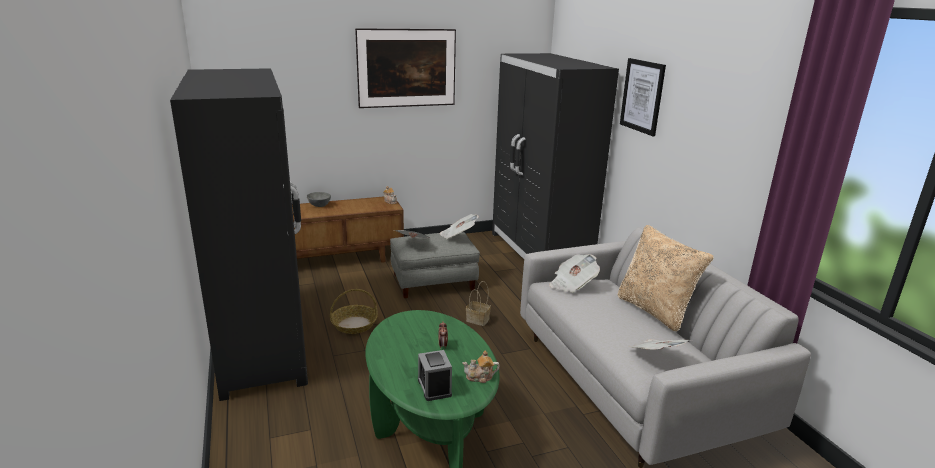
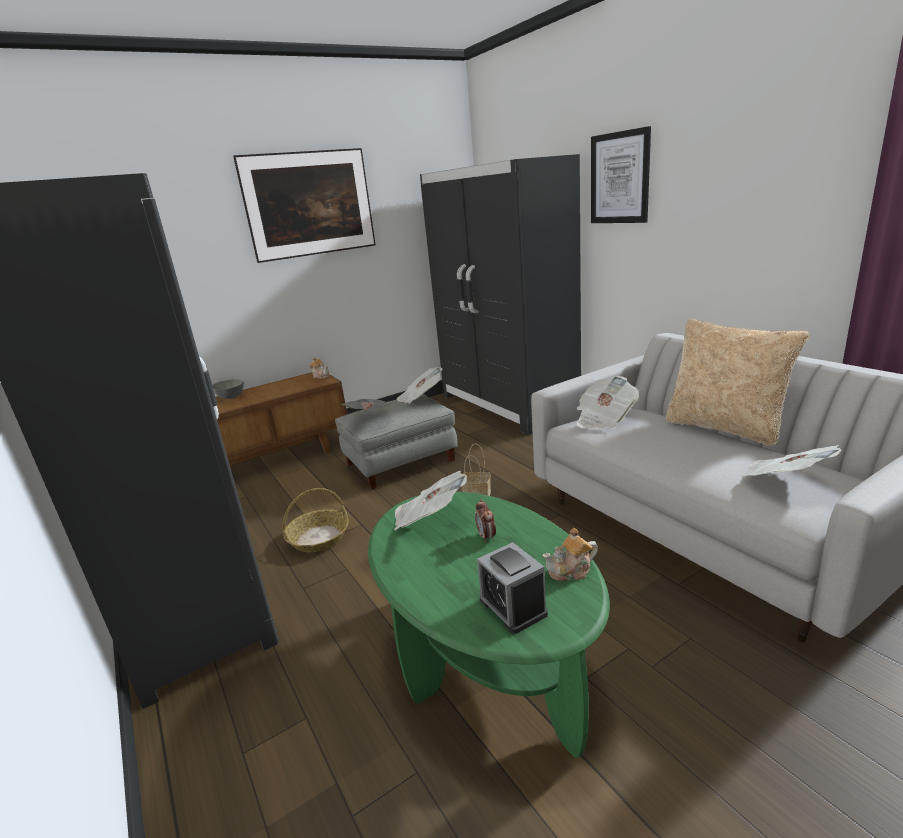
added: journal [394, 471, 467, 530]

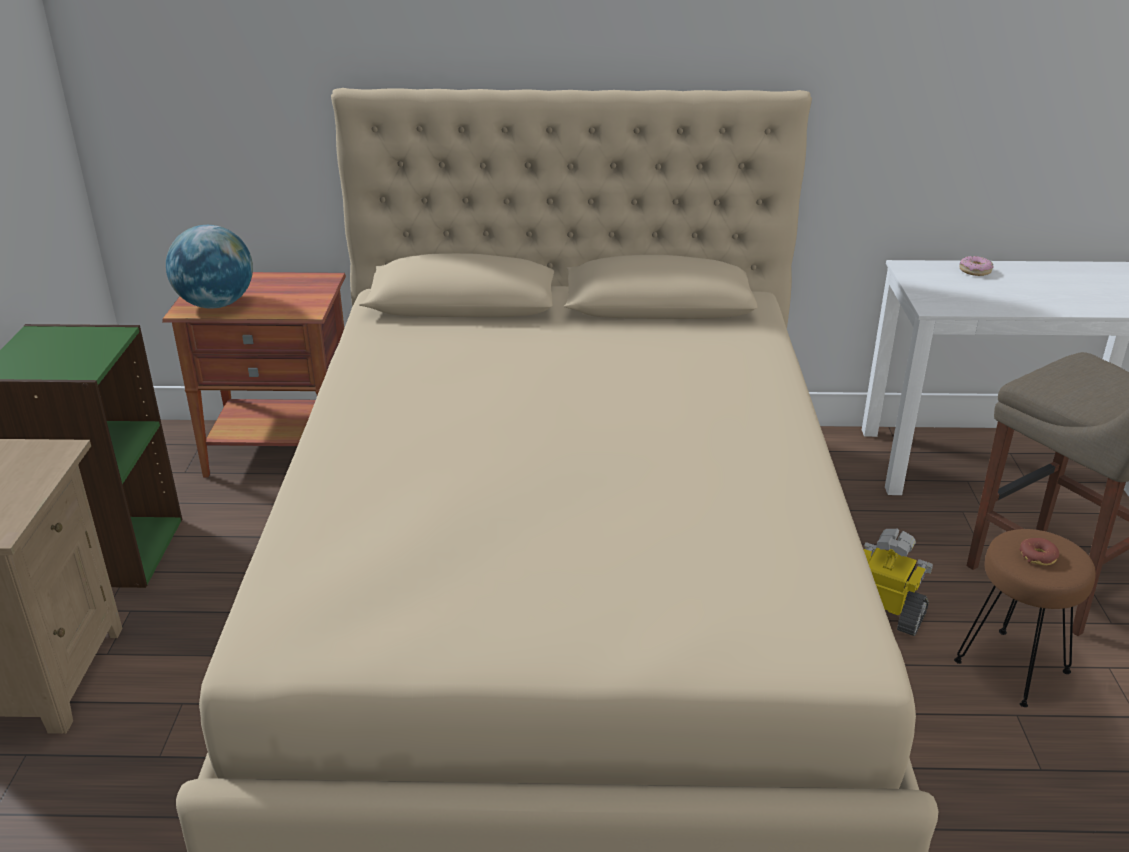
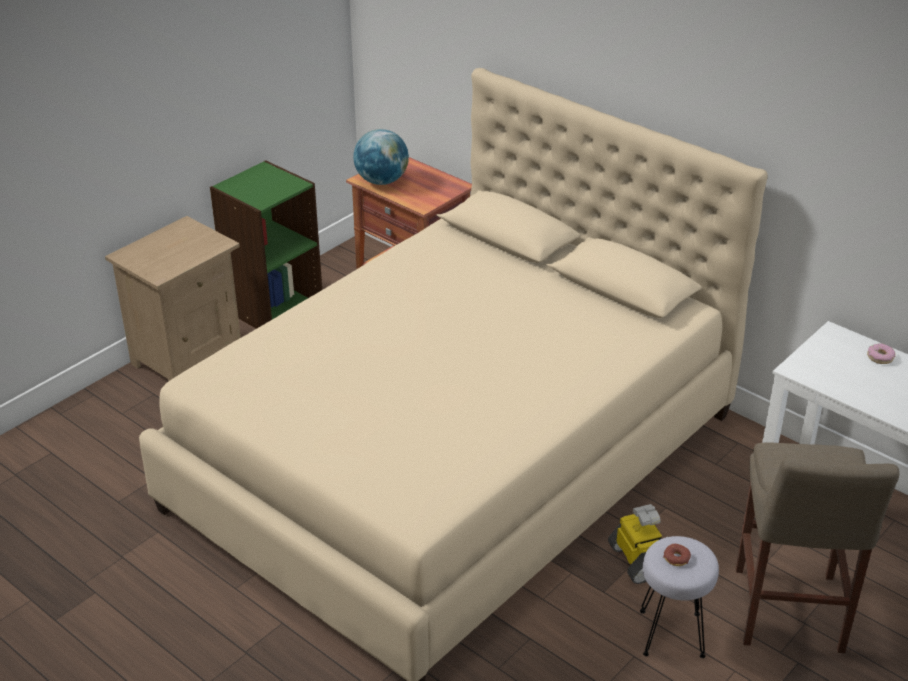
recoloured: tabouret/marron [954, 529, 1096, 707] to tabouret/gris [640, 536, 719, 658]

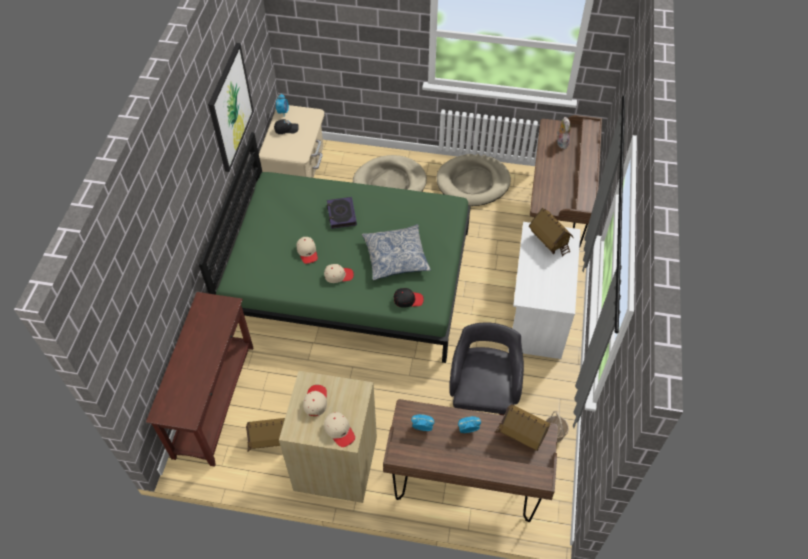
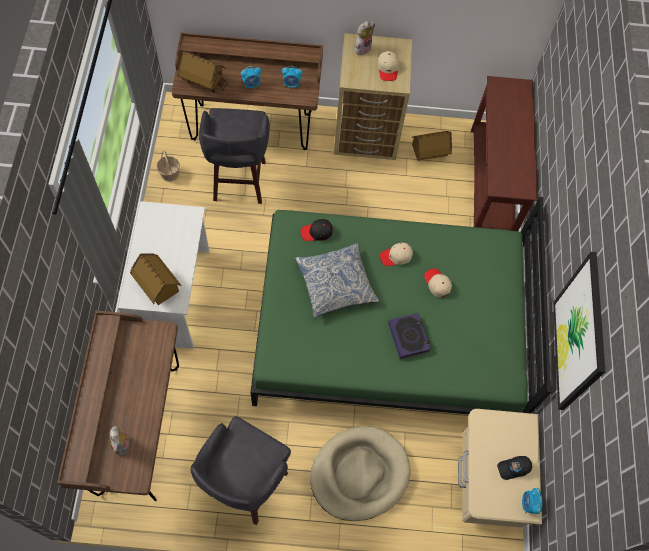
replaced: casquette/beige [324, 412, 355, 447] to peluche [354, 21, 375, 55]; panier pour chien/beige [437, 154, 511, 206] to tabouret/gris [191, 416, 291, 525]

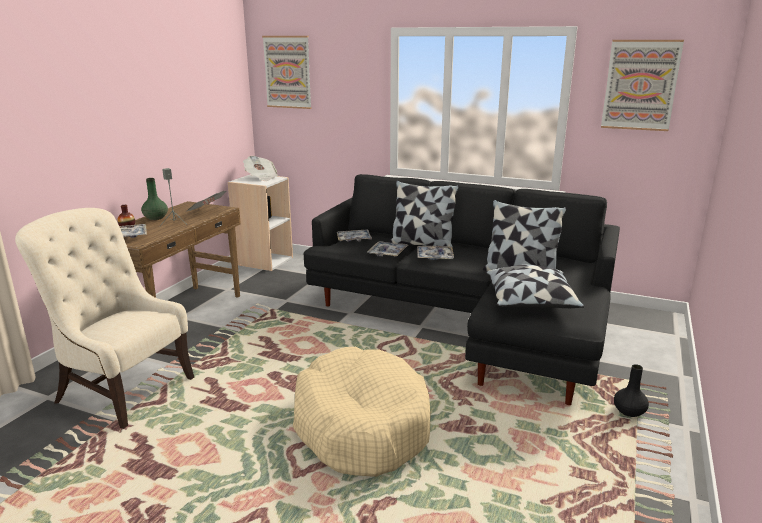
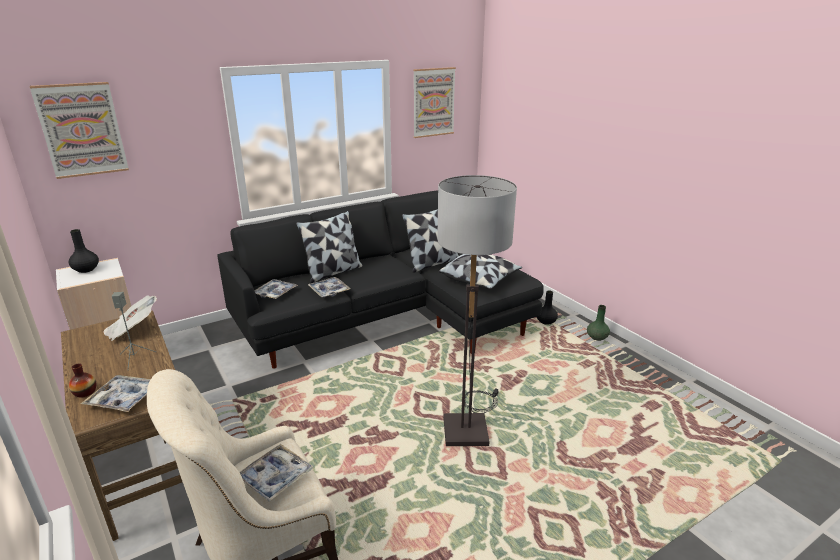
moved: vase/vert [141, 178, 168, 220] to [587, 305, 610, 341]; plateau [417, 246, 454, 260] to [239, 444, 313, 502]
replaced: journal [243, 156, 278, 181] to vase/noir [69, 229, 99, 273]; panier pour chien/beige [293, 347, 431, 477] to lampadaire [437, 175, 517, 446]

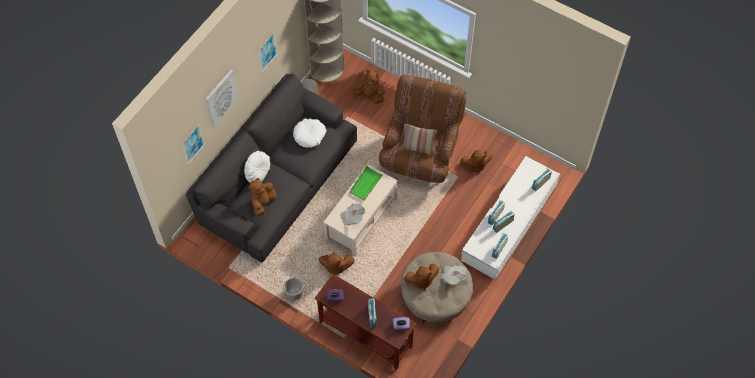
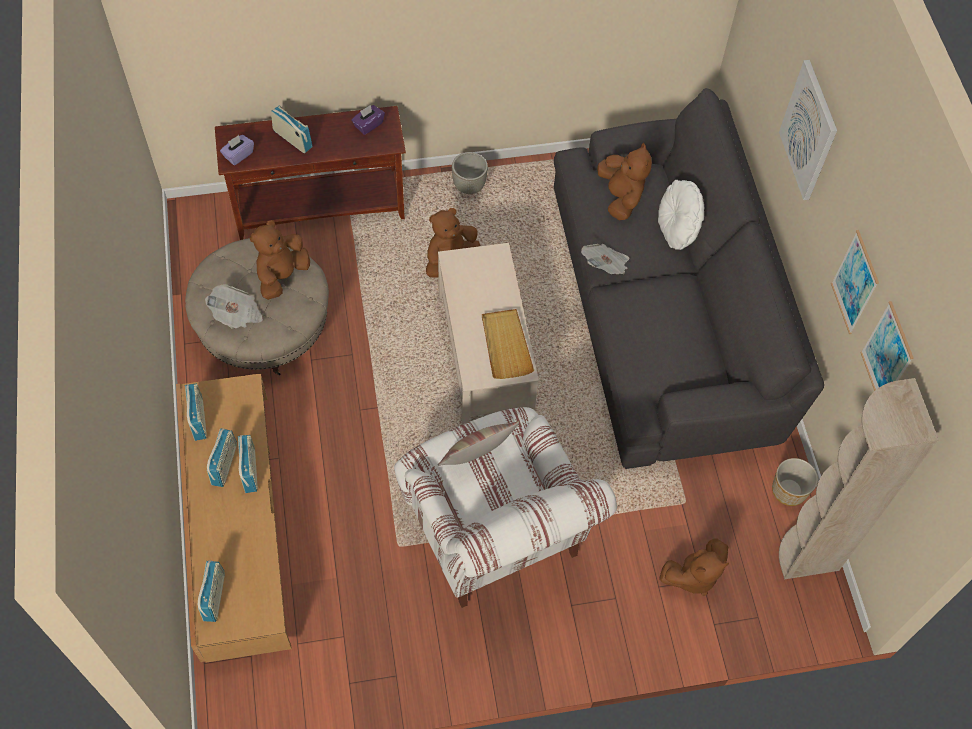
removed: coussin/blanc [293, 119, 326, 148]; peluche/marron [460, 150, 493, 174]
moved: tableau [181, 123, 205, 165] to [860, 301, 914, 391]; journal [340, 203, 365, 226] to [581, 244, 630, 274]
recoloured: plateau/vert [350, 166, 384, 201] to plateau/beige [482, 309, 534, 379]; fauteuil/marron [379, 75, 466, 183] to fauteuil/blanc [394, 407, 617, 608]; meuble télé/blanc [461, 156, 560, 279] to meuble télé/marron [176, 373, 292, 663]

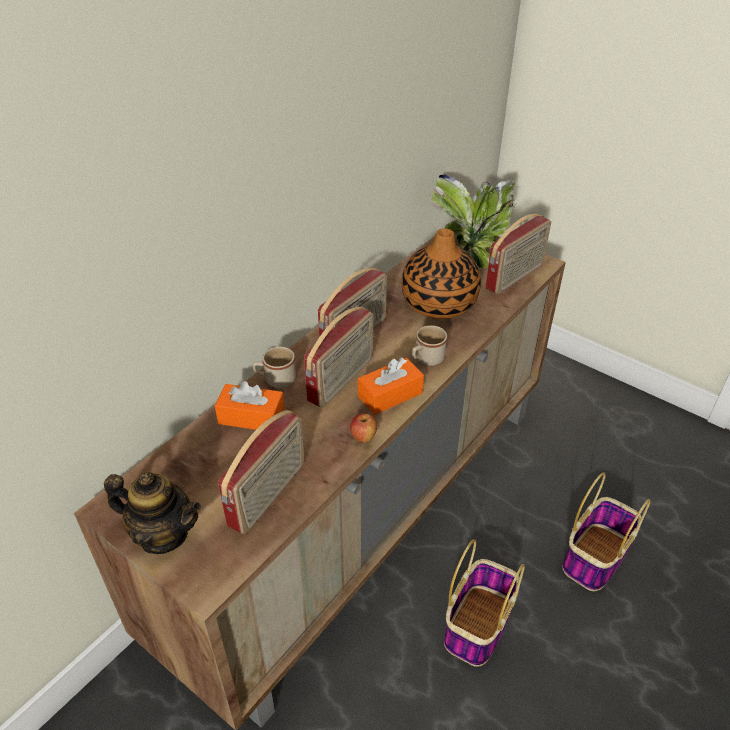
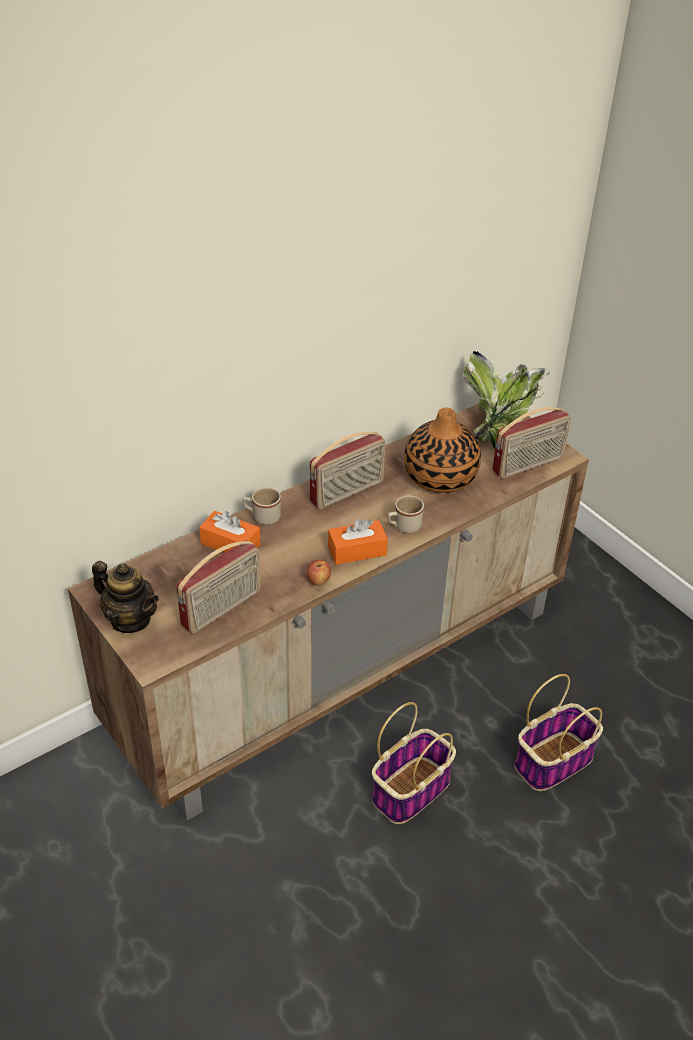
removed: radio [304, 306, 373, 408]

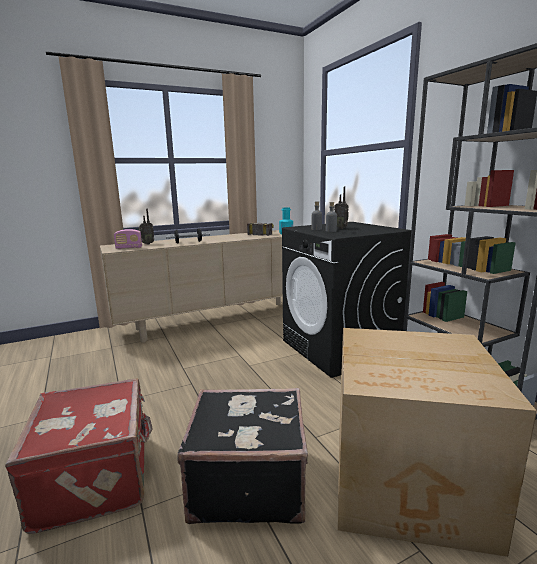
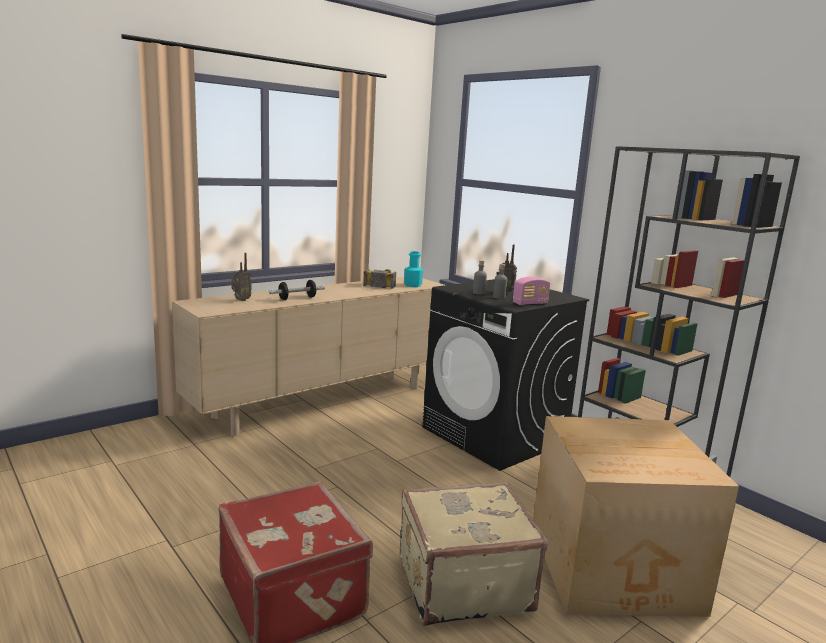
moved: radio [114, 229, 142, 249] to [513, 277, 550, 305]
recoloured: valise/noir [178, 388, 308, 524] to valise/beige [400, 482, 548, 626]

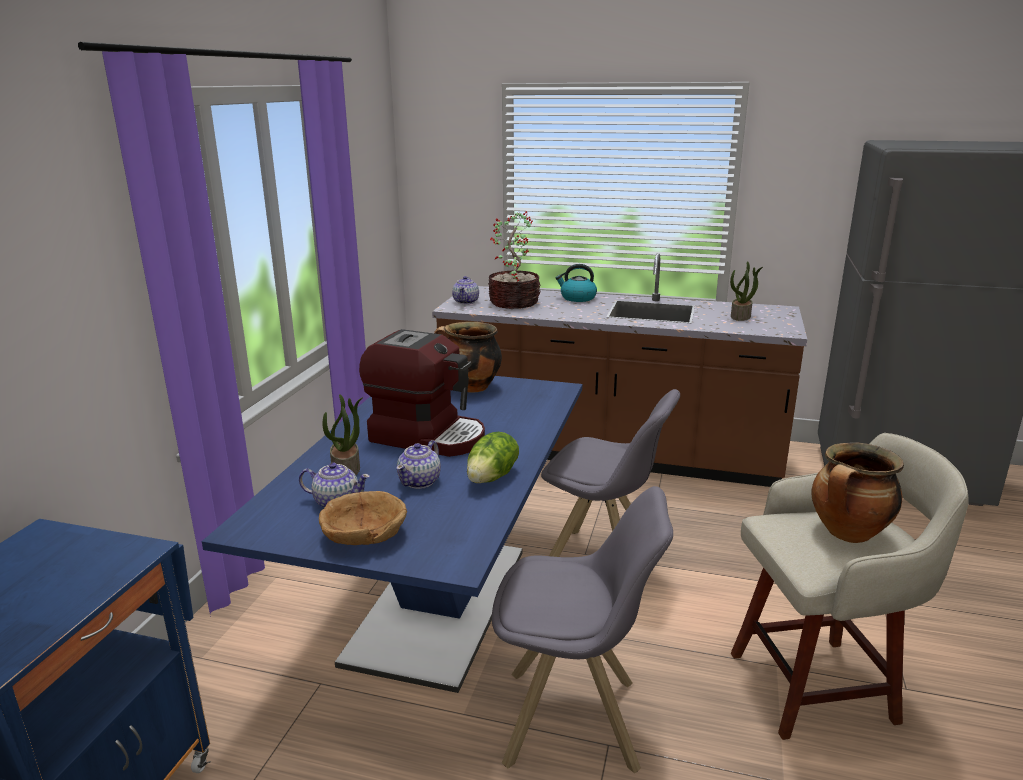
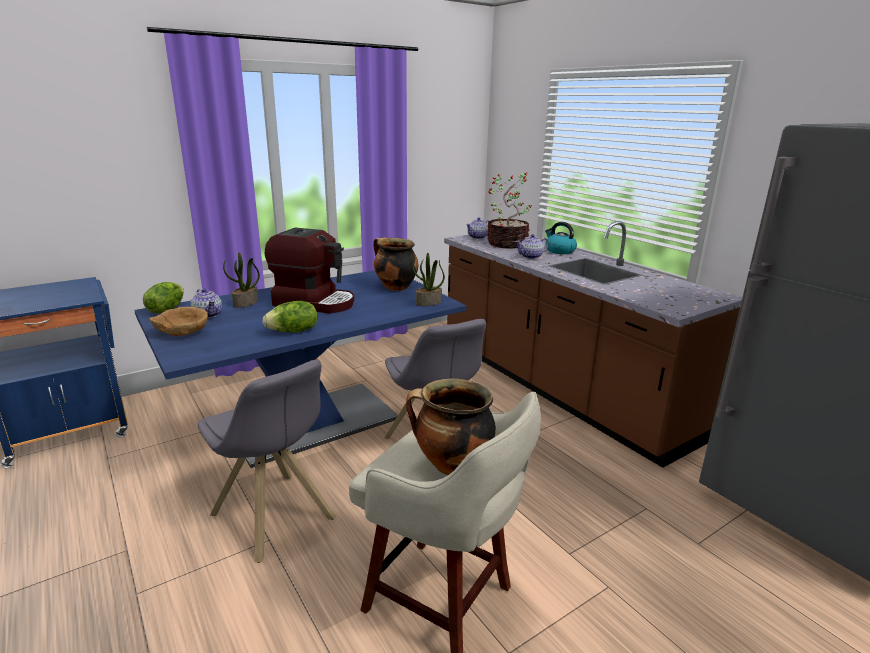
added: laitue [143, 282, 184, 313]
moved: théière [396, 440, 441, 489] to [515, 234, 549, 259]; plante en pot [730, 261, 763, 321] to [412, 253, 445, 306]
turned: machine à café [359, 329, 485, 457] = [265, 227, 354, 313] 45 degrees counterclockwise

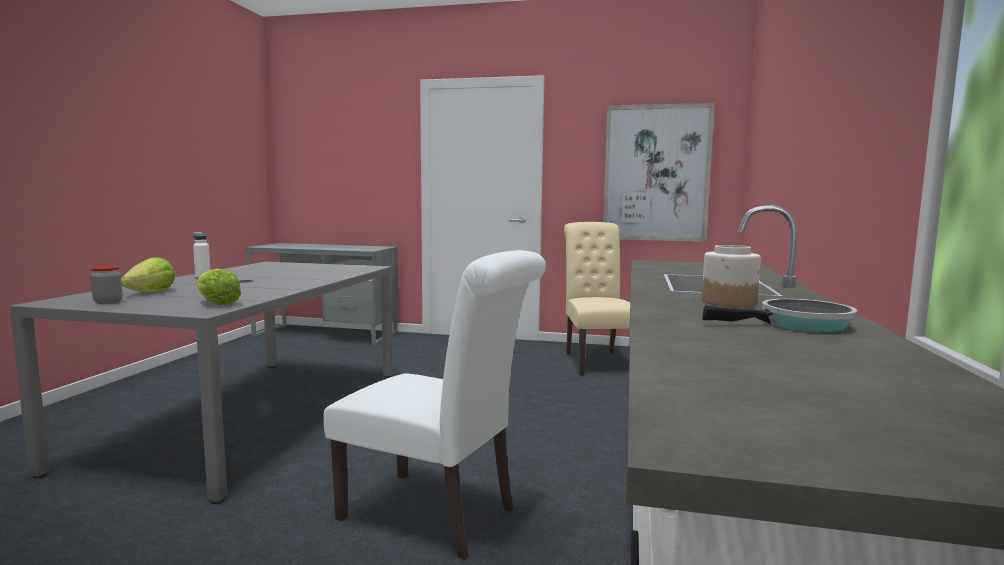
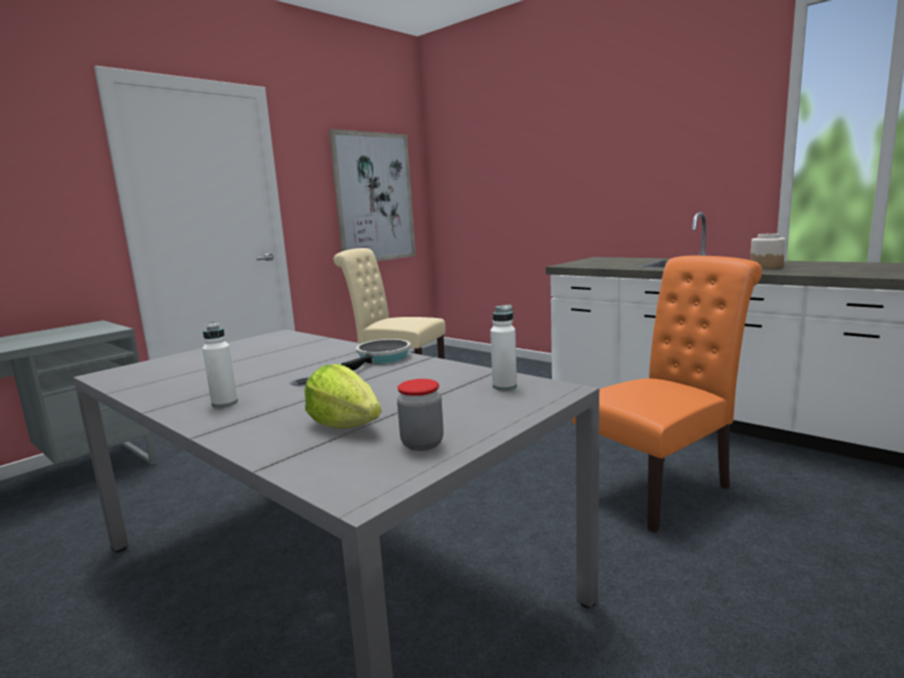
moved: poêle [702, 299, 858, 333] to [341, 339, 411, 371]
replaced: laitue [197, 269, 241, 305] to bouteille/blanc [490, 305, 517, 390]
recoloured: chaise/blanc [323, 250, 546, 560] to chaise/orange [572, 256, 762, 533]

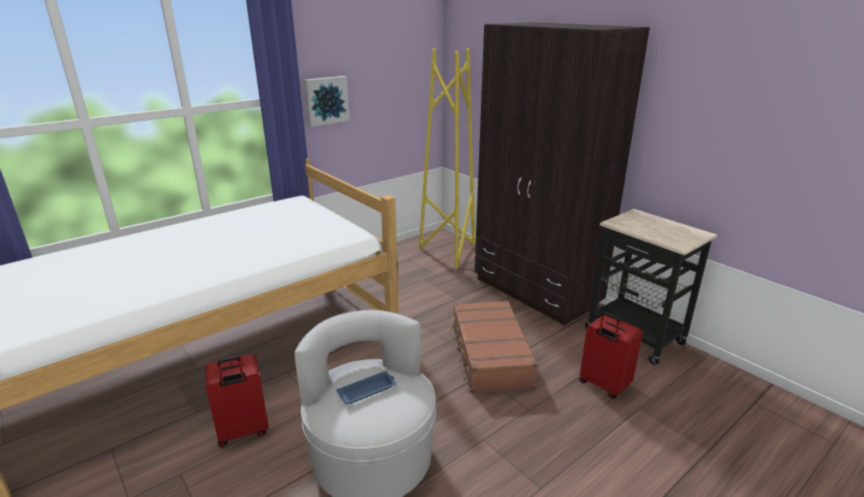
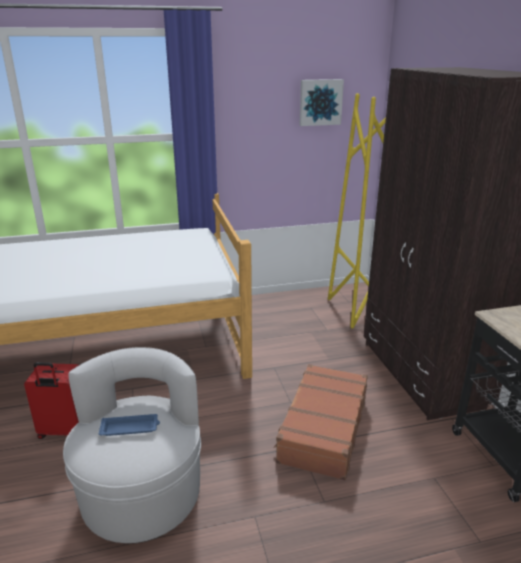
removed: valise/rouge [579, 312, 643, 399]
moved: tableau [304, 76, 350, 127] to [300, 79, 344, 126]

